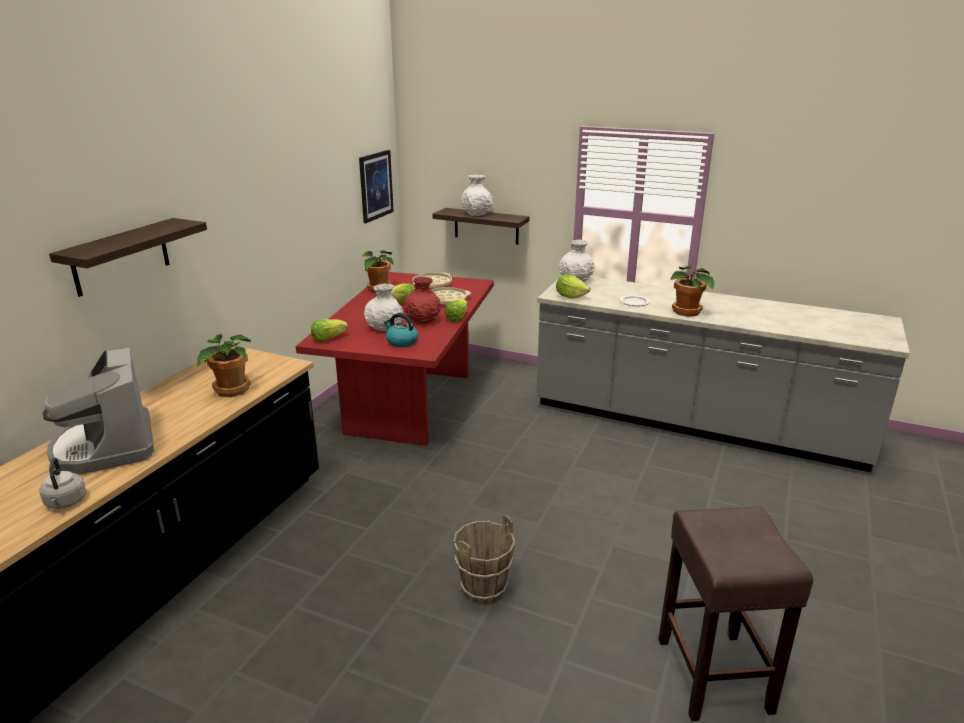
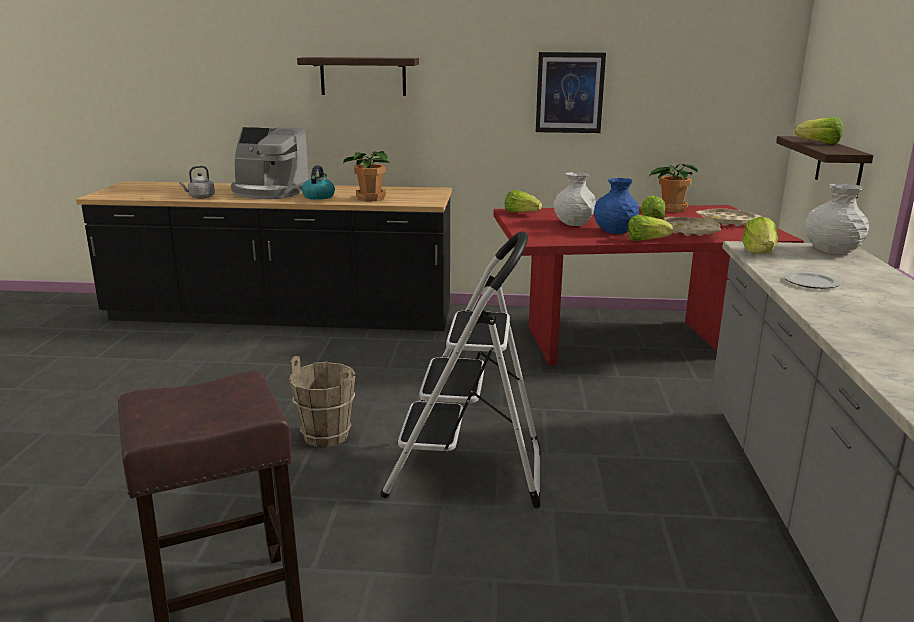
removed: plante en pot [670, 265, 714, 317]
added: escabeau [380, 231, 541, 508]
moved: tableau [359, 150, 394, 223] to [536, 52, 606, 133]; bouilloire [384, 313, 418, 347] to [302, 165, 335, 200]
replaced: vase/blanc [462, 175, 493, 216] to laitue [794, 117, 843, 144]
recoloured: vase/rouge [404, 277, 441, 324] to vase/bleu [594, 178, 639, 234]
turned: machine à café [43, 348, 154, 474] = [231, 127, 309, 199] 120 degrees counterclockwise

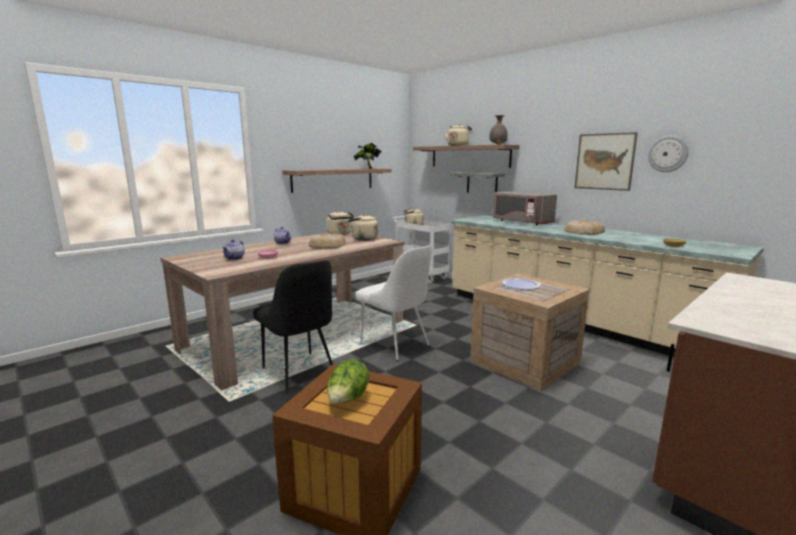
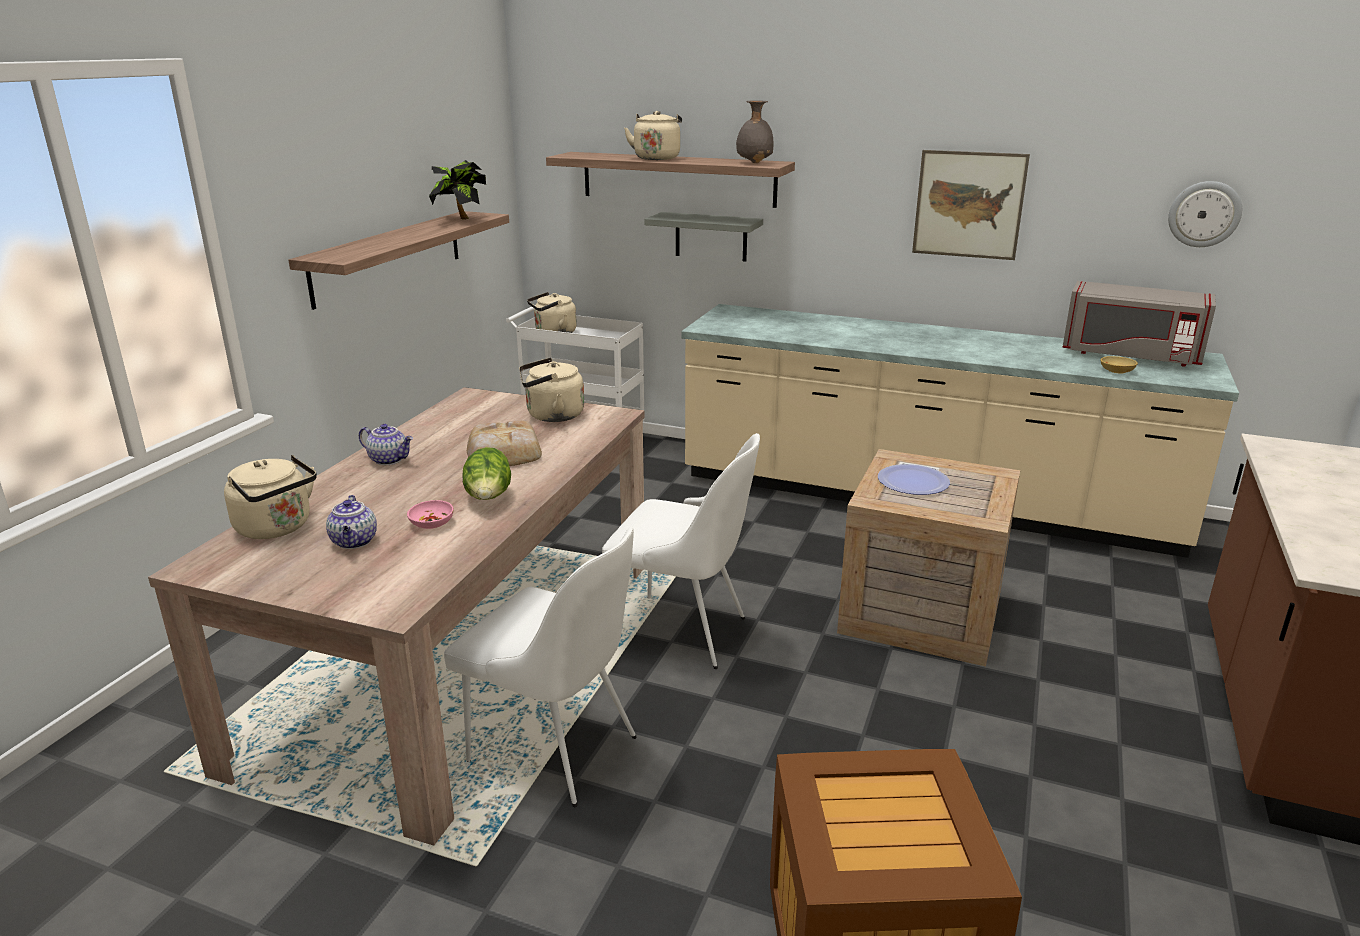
removed: pain [564, 220, 605, 235]
moved: bouilloire/beige [326, 211, 354, 235] to [224, 455, 317, 539]; laitue [327, 359, 370, 404] to [462, 447, 511, 500]; micro-ondes/gris [492, 191, 557, 226] to [1063, 281, 1216, 367]; horloge murale [648, 136, 689, 172] to [1168, 181, 1242, 247]
recoloured: chaise/noir [253, 260, 333, 393] to chaise/blanc [444, 526, 637, 807]

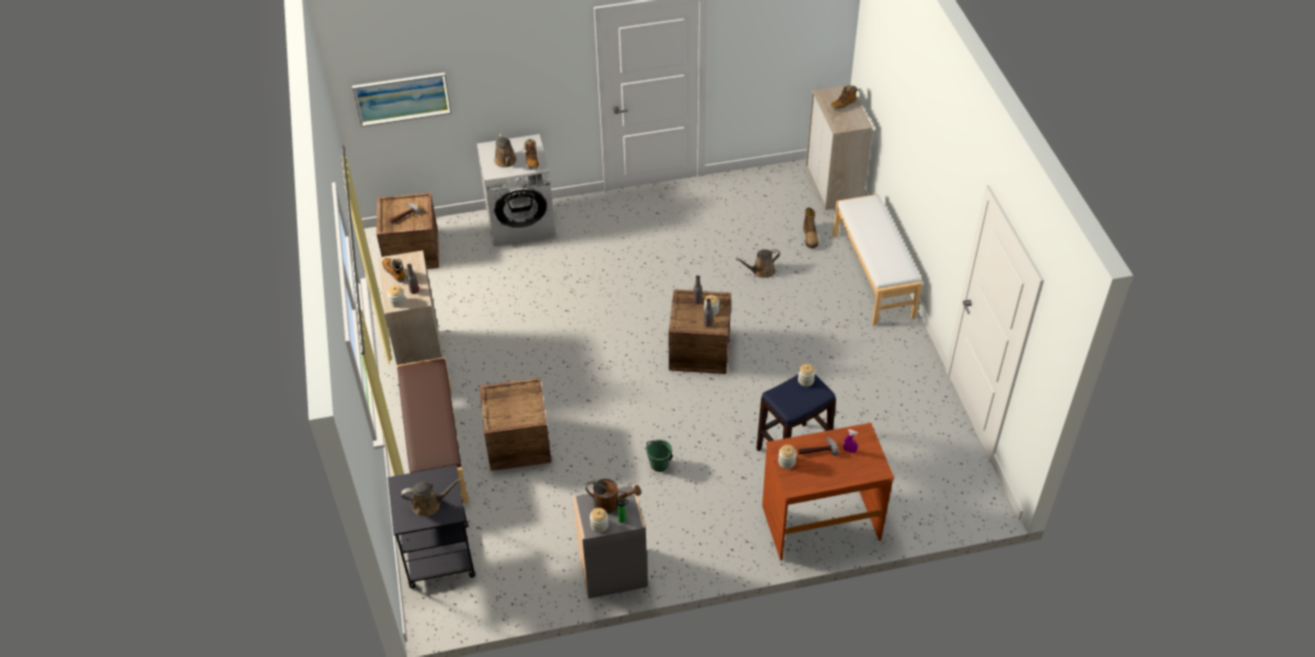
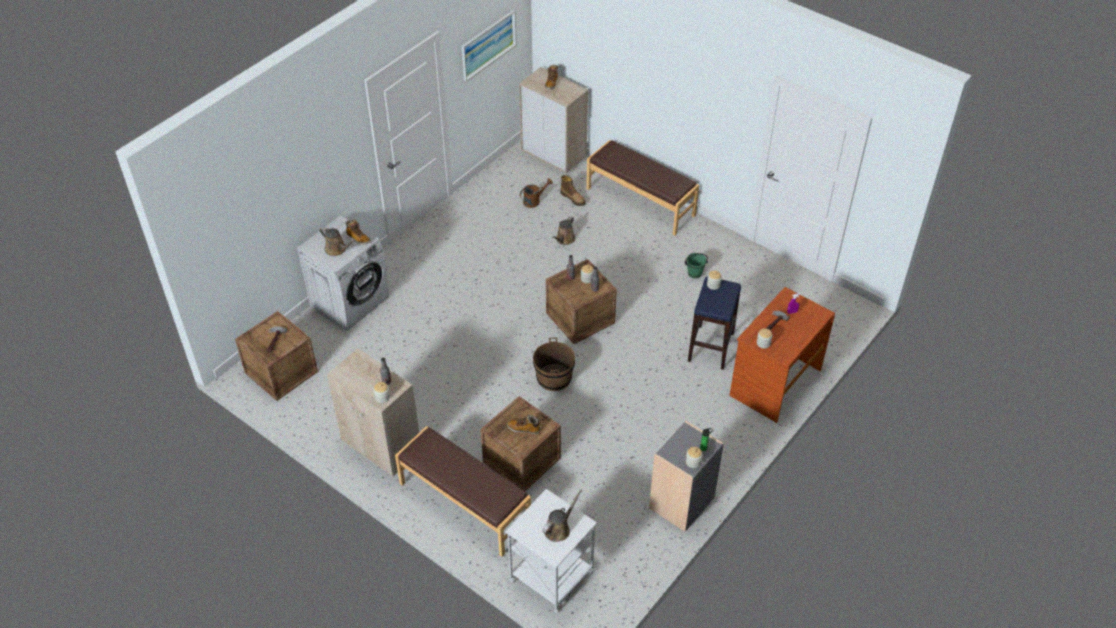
added: seau/marron [533, 338, 575, 391]
moved: tableau [352, 72, 451, 127] to [462, 10, 516, 82]; botte [382, 258, 406, 283] to [507, 414, 540, 434]; arrosoir/marron [586, 479, 641, 513] to [520, 178, 553, 208]; seau/vert [645, 440, 673, 472] to [685, 253, 708, 279]
recoloured: chariot/noir [388, 465, 476, 589] to chariot/blanc [505, 489, 597, 613]; banc/blanc [833, 194, 922, 325] to banc/marron [586, 140, 699, 235]

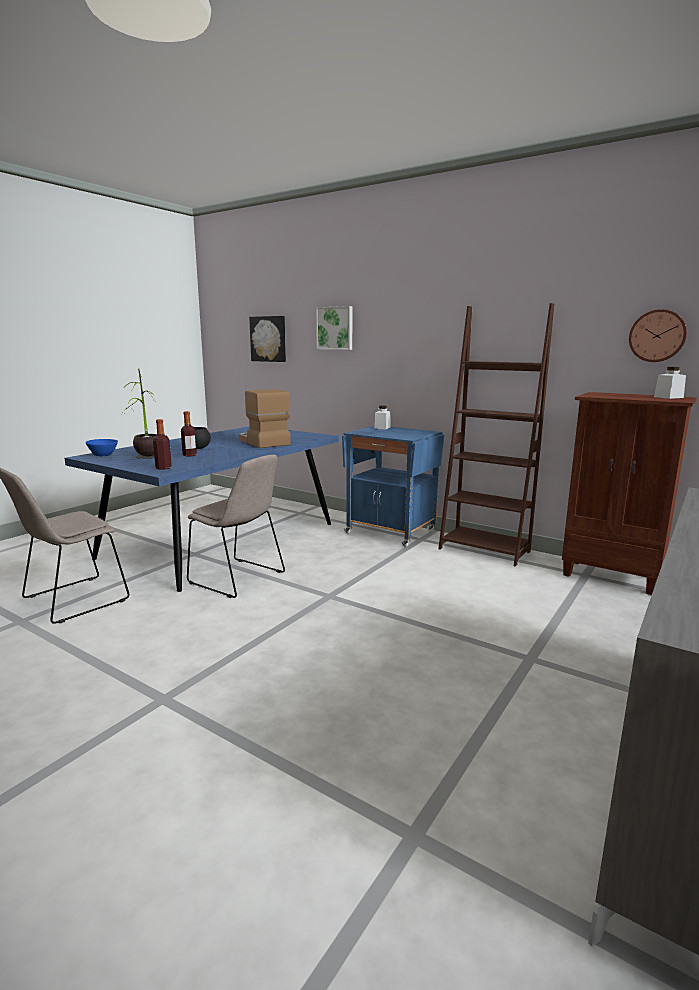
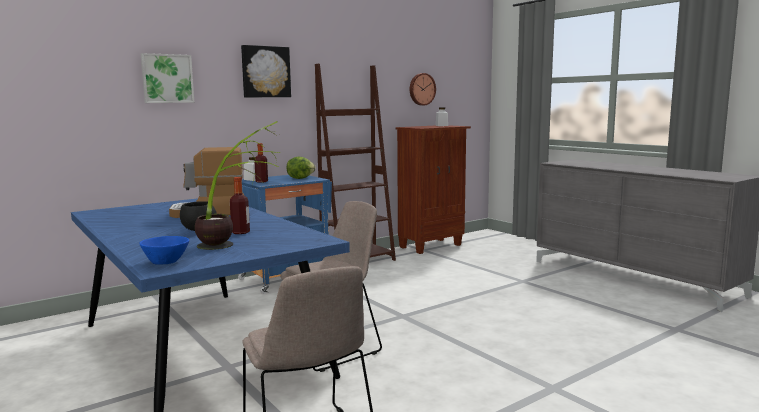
added: laitue [287, 157, 316, 179]
moved: bouteille [153, 419, 172, 470] to [254, 143, 268, 183]; tableau [249, 316, 286, 362] to [241, 45, 291, 97]

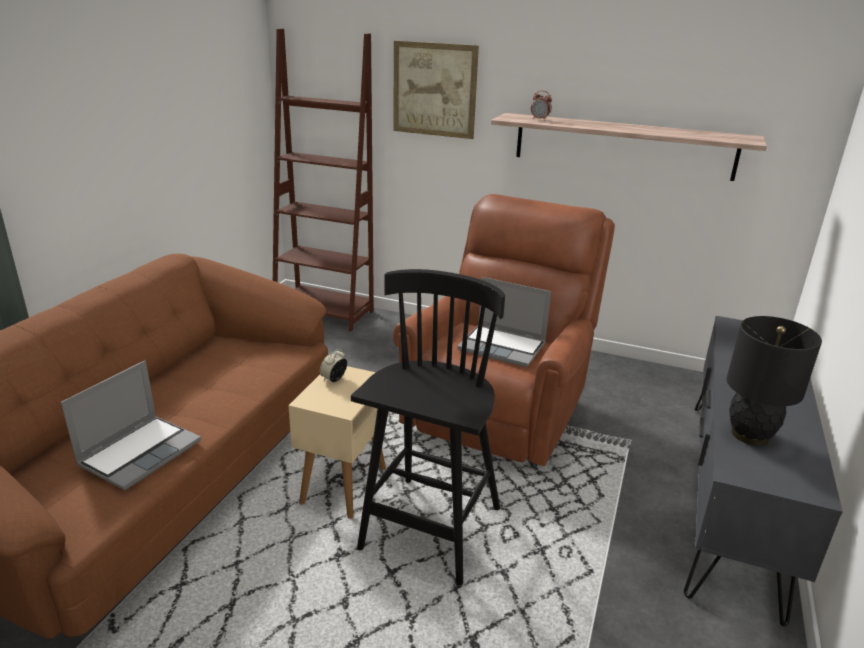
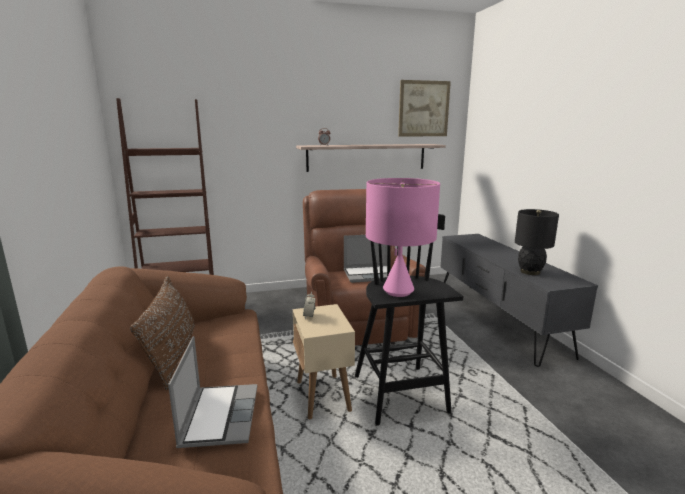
added: coussin/marron [130, 276, 195, 390]; lampe de table/rose [366, 178, 440, 297]
moved: tableau [393, 41, 479, 139] to [398, 80, 451, 137]

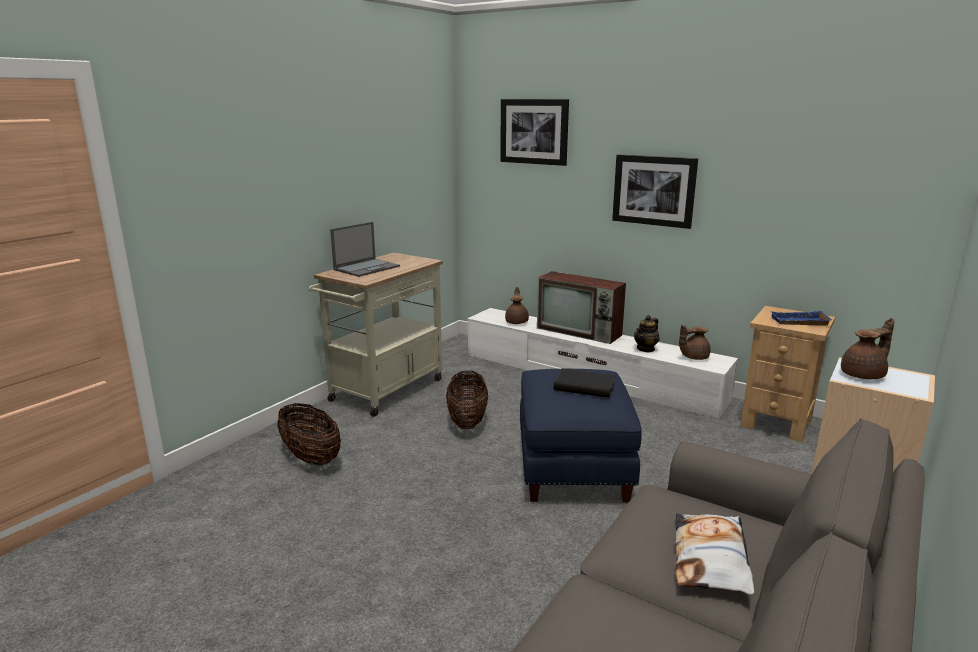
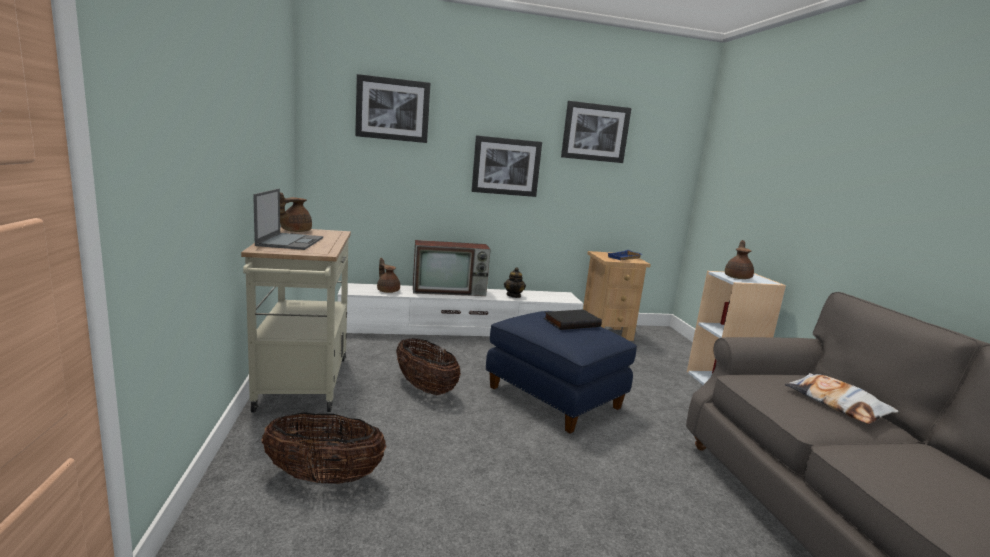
added: tableau [561, 101, 632, 163]
moved: théière/marron [679, 325, 711, 360] to [280, 193, 312, 232]

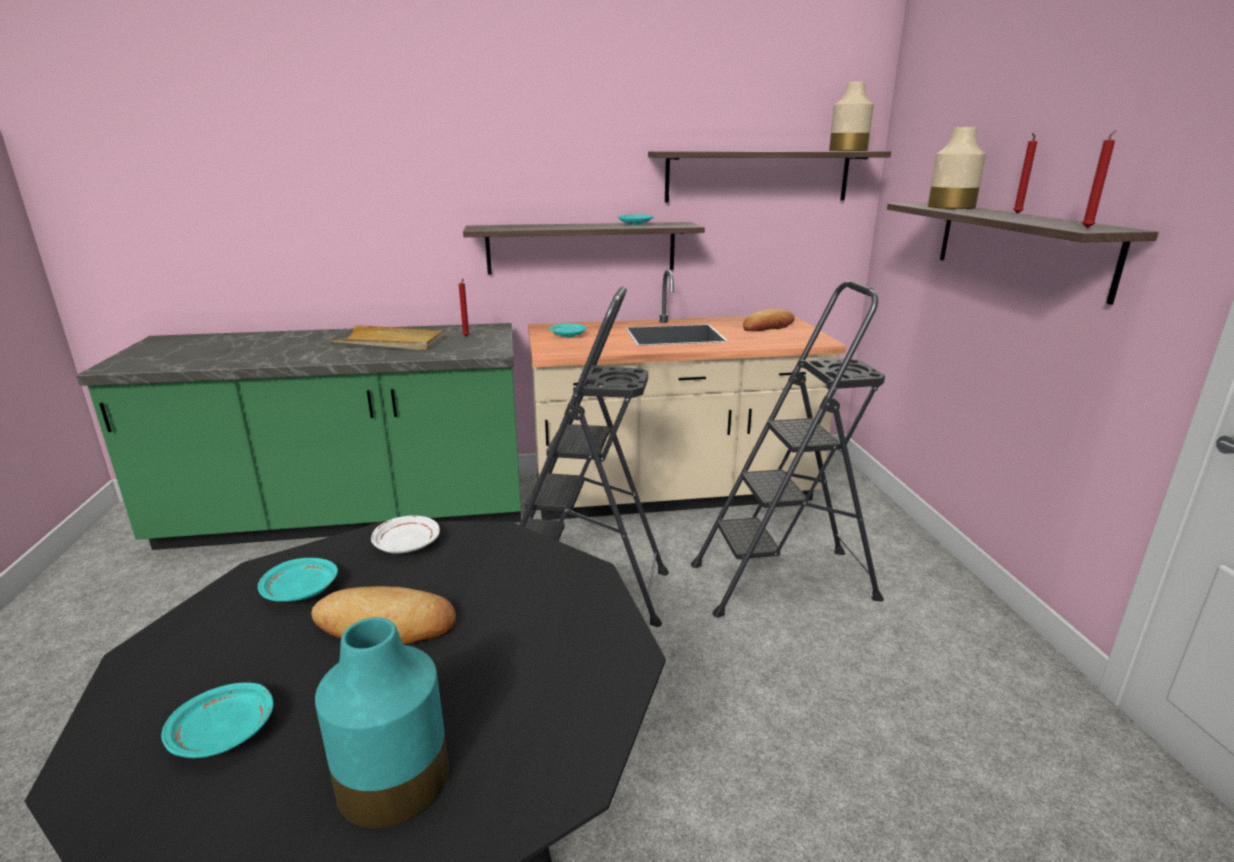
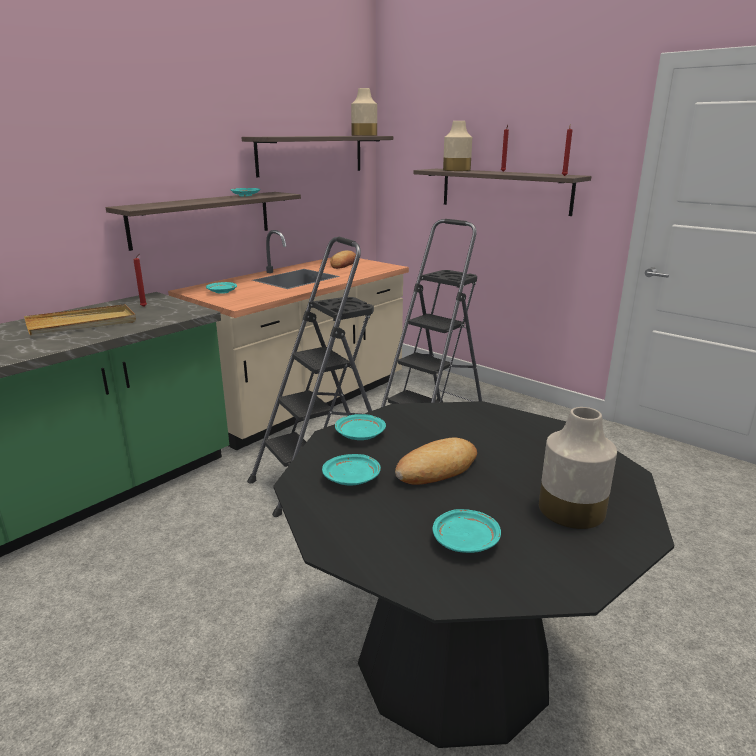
recoloured: vase/turquoise [315, 617, 449, 828] to vase/beige [539, 407, 617, 529]; assiette/blanc [371, 516, 440, 554] to assiette/turquoise [335, 414, 386, 440]

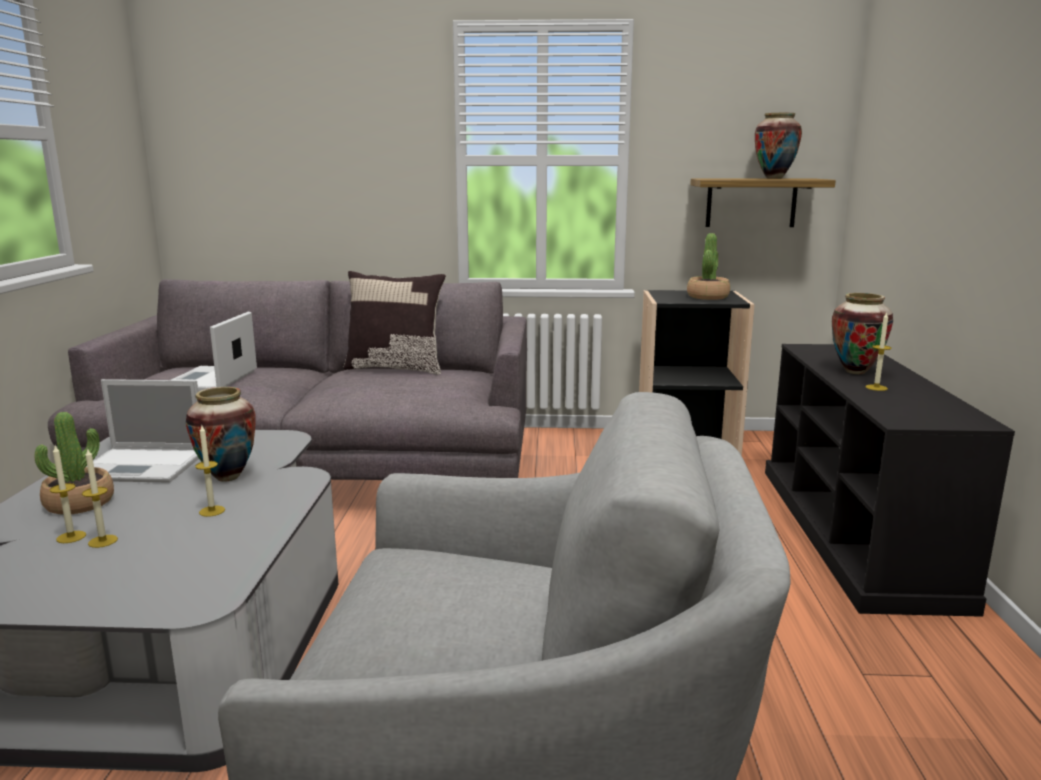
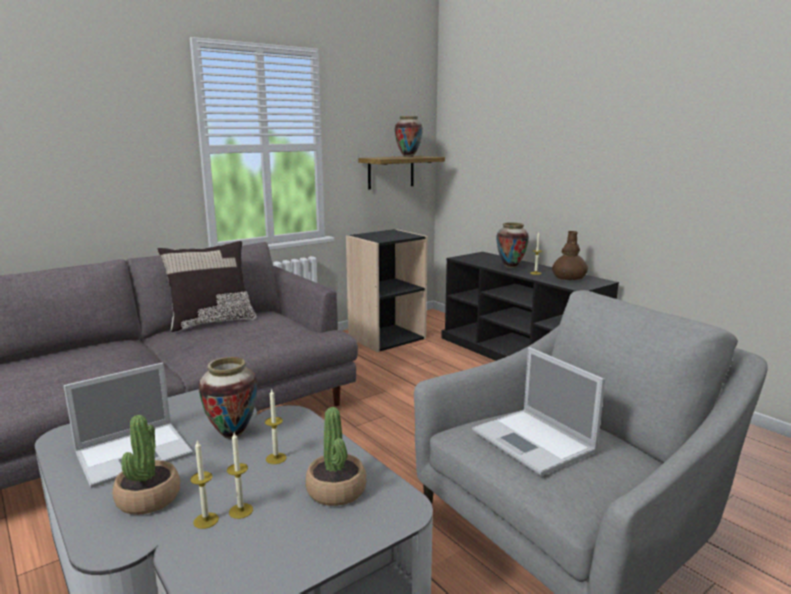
added: vase/marron [552, 231, 588, 281]
moved: ordinateur portable [171, 312, 257, 391] to [472, 347, 605, 476]; plante en pot [687, 233, 730, 300] to [305, 407, 366, 506]

